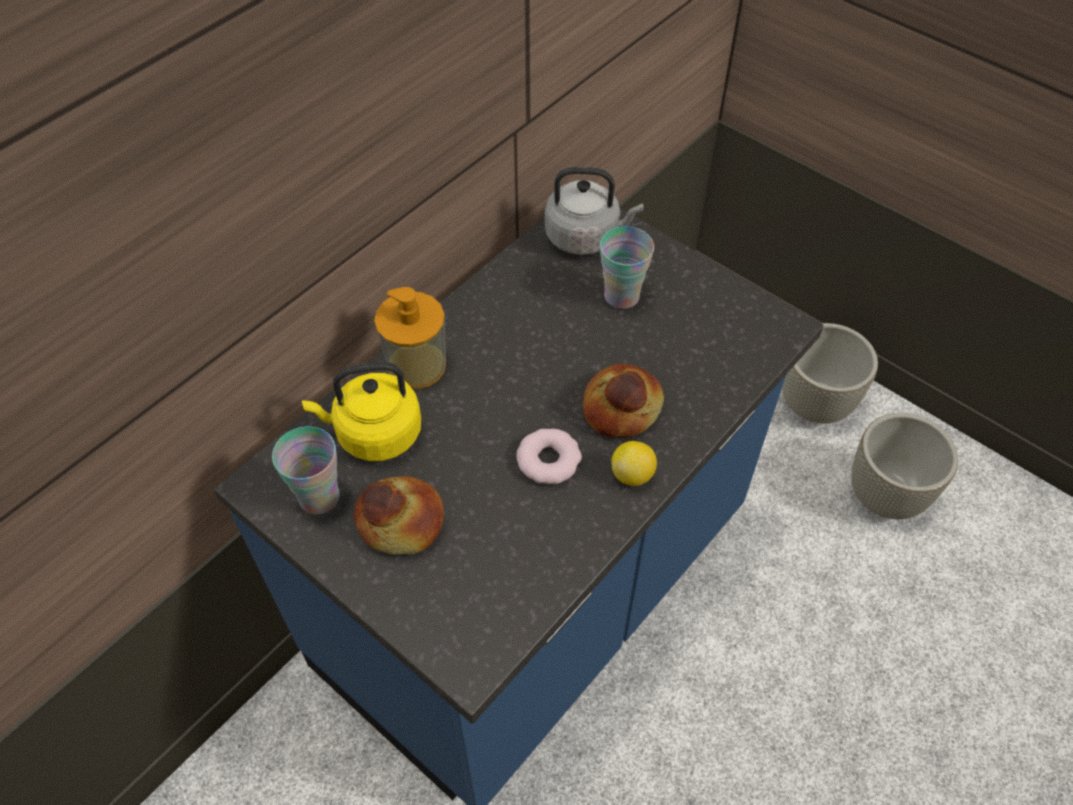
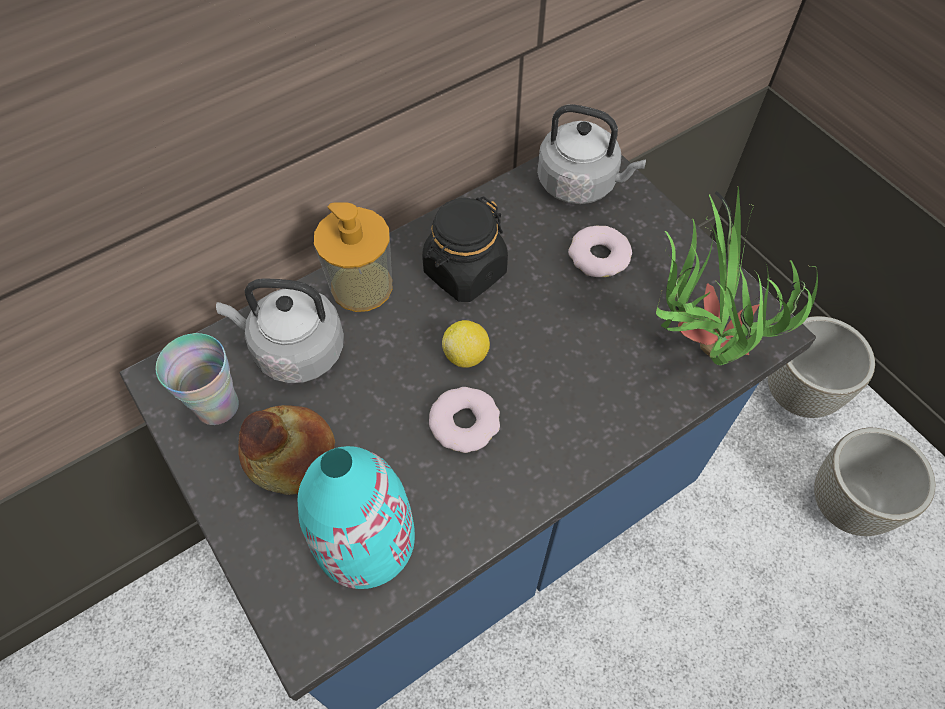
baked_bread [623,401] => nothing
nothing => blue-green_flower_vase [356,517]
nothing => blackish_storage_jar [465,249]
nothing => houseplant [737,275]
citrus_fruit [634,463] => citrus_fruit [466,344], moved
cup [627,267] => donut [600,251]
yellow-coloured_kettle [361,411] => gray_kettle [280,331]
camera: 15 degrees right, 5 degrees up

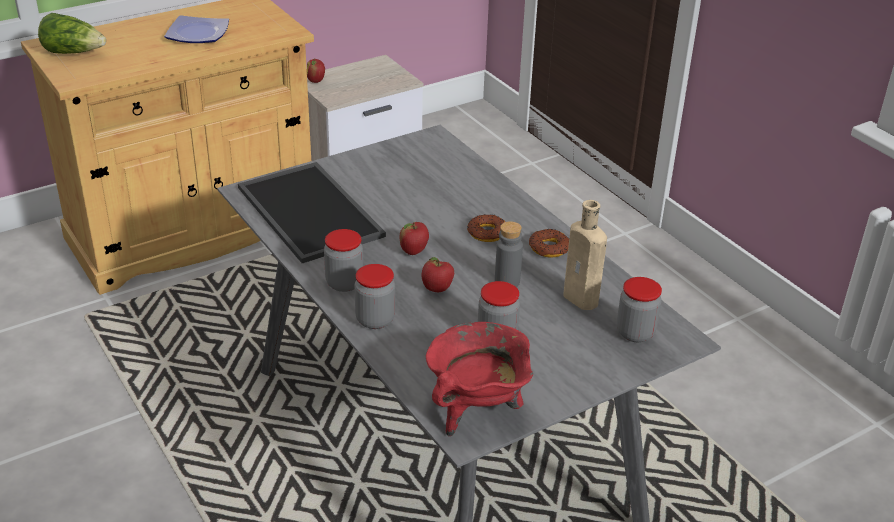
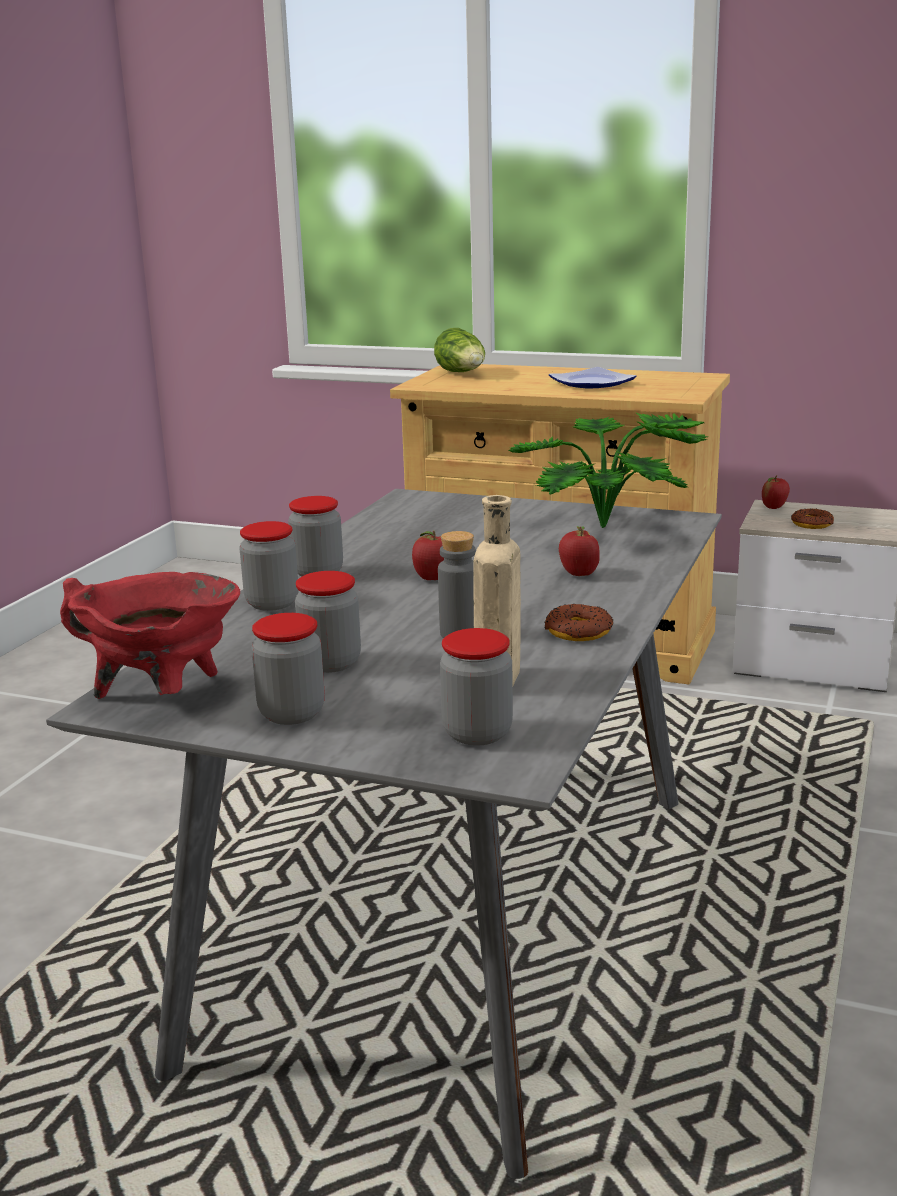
carrying_tray [312,212] => nothing
nothing => storage_jar [288,669]
nothing => houseplant [608,470]
whole_apple [438,274] => whole_apple [579,551], moved
donut [486,228] => donut [812,518], moved
camera: 55 degrees right, 15 degrees down

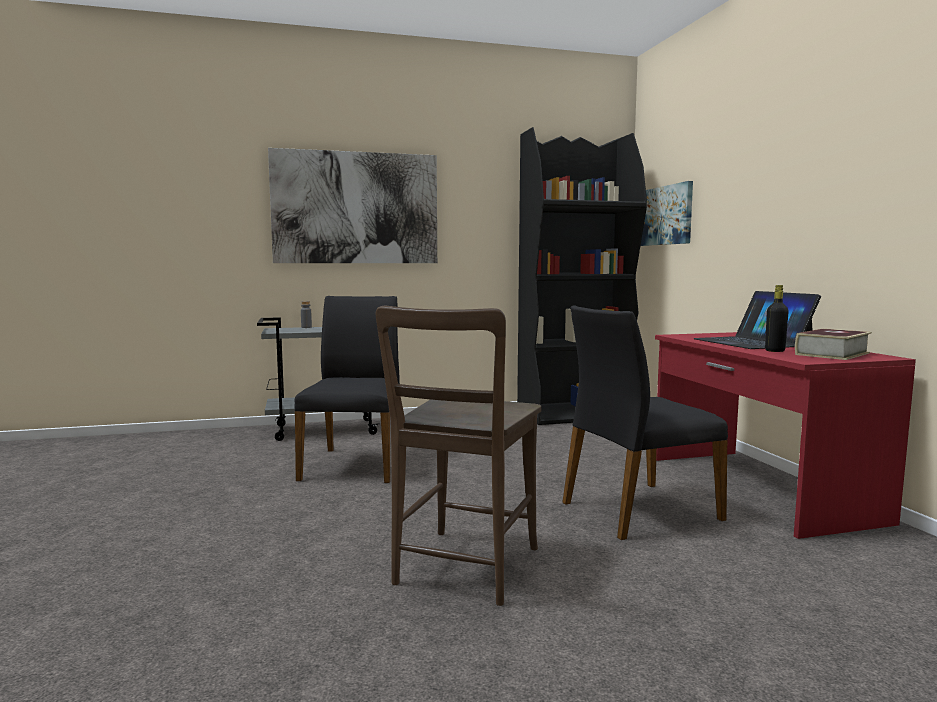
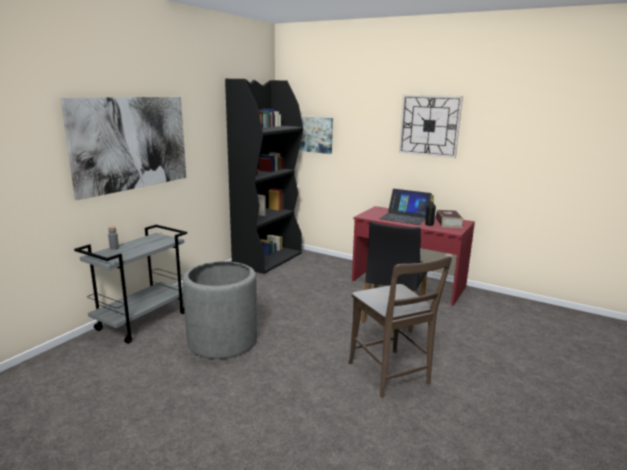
nothing => hanging_clock [431,126]
blackish_upright_chair [347,389] => gray_planter [219,310]
camera: 45 degrees left, 10 degrees up

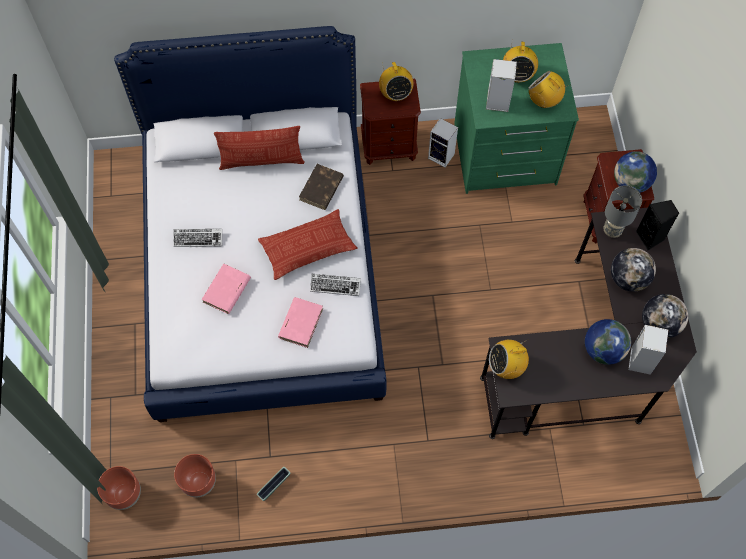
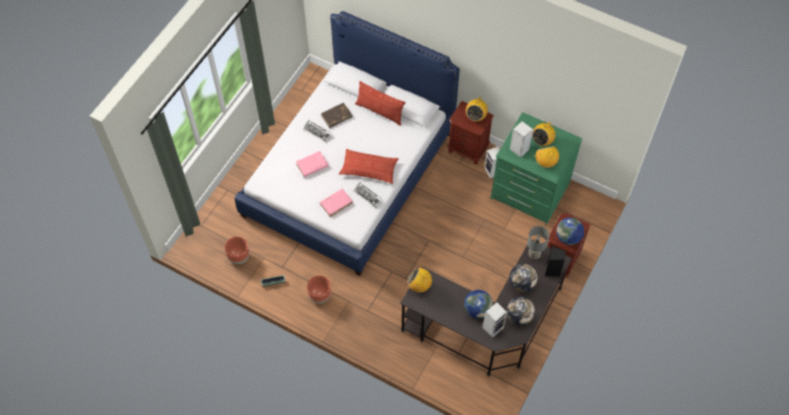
brownish_planter [119,488] => brownish_planter [319,290], moved
brownish_book [321,187] => brownish_book [337,115], moved
camera: 35 degrees right, 5 degrees down

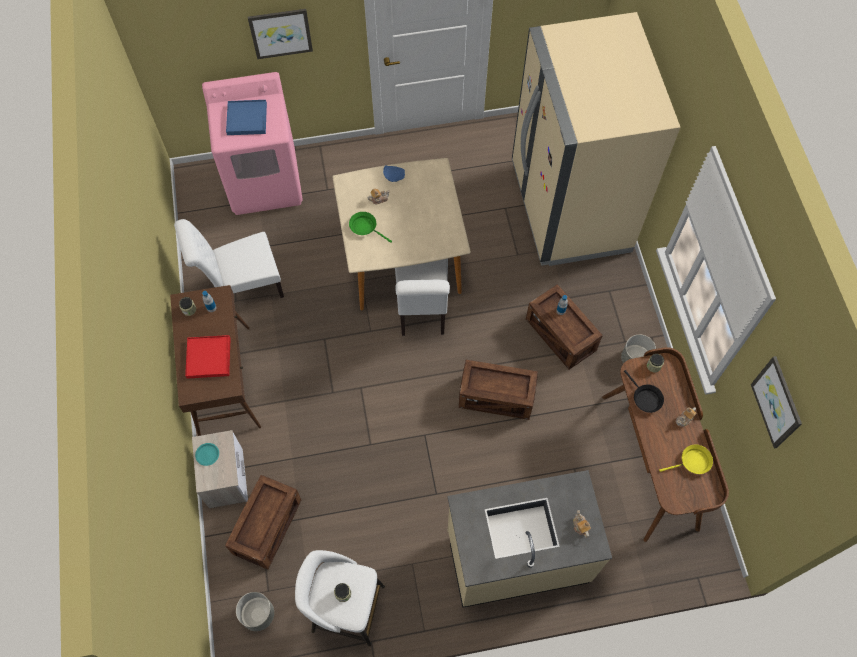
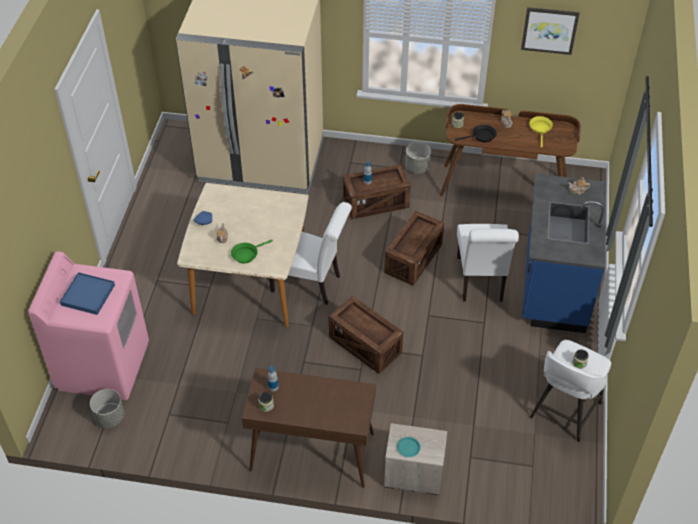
reddish_carrying_tray [208,357] => nothing
wall_picture [280,34] => nothing
white_upright_chair [229,258] => white_upright_chair [488,263], moved
crate [263,522] => crate [366,335], moved
gray_planter [255,611] => gray_planter [107,408], moved
beige_kitchen_base_unit [530,539] => blue-coloured_kitchen_base_unit [564,253]
camera: 70 degrees left, 15 degrees down

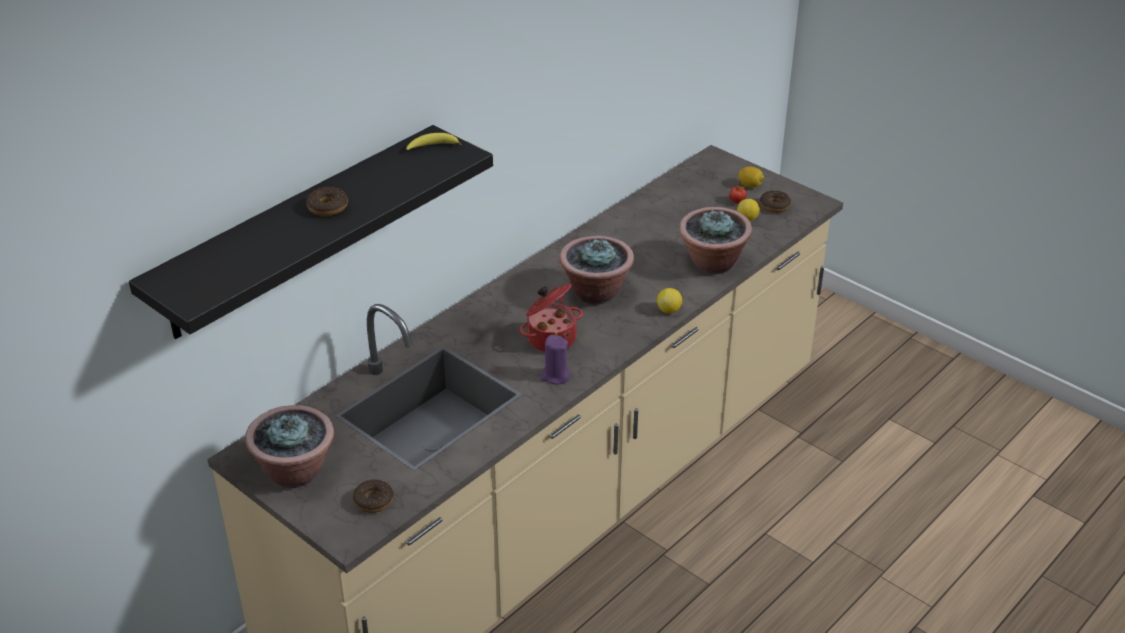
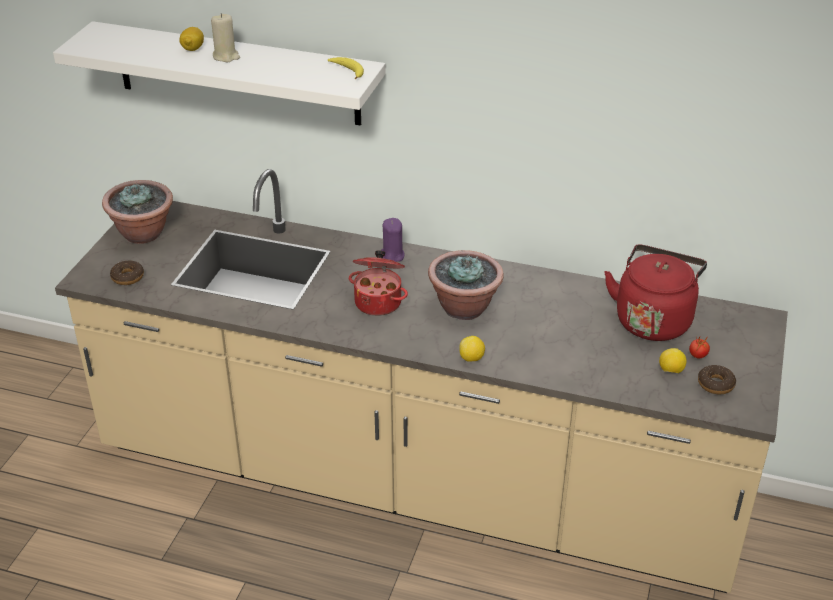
houseplant [715,240] => nothing
nothing => reddish_kettle [655,292]
purplish_candle [556,359] => purplish_candle [393,240], moved
citrus_fruit [751,177] => citrus_fruit [191,39], moved
donut [327,201] => beige_candle [225,37]
blackish_wall_shelf [311,232] => white_wall_shelf [219,73]
camera: 65 degrees right, 0 degrees up

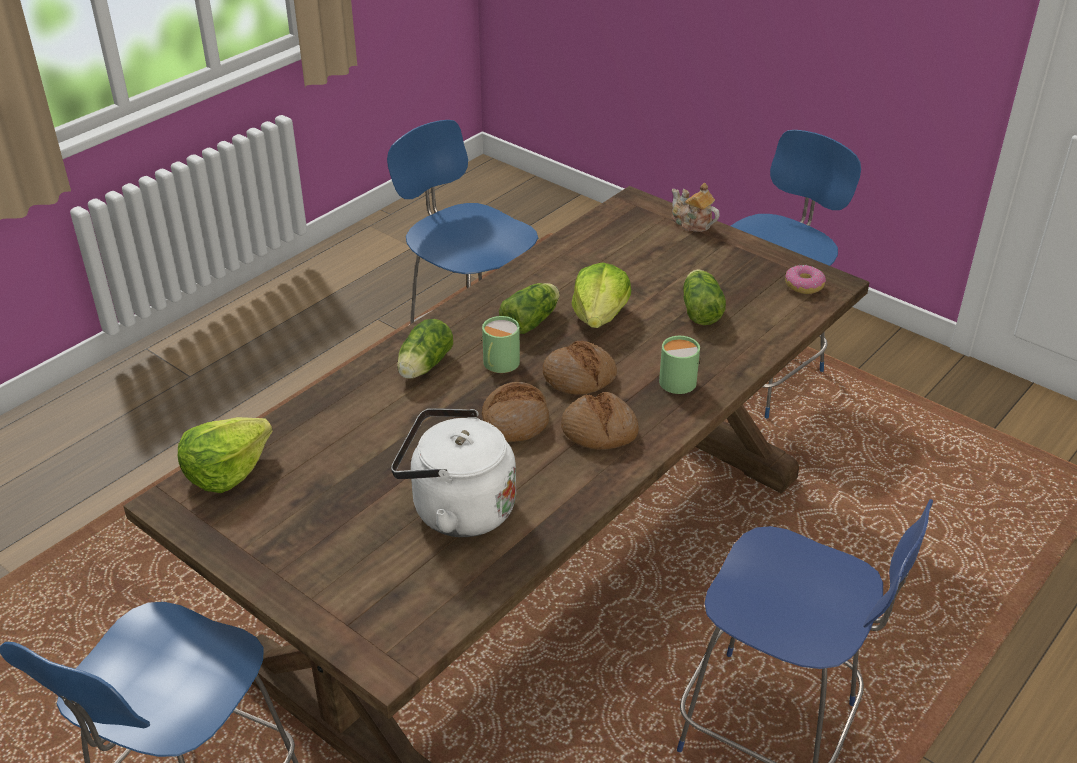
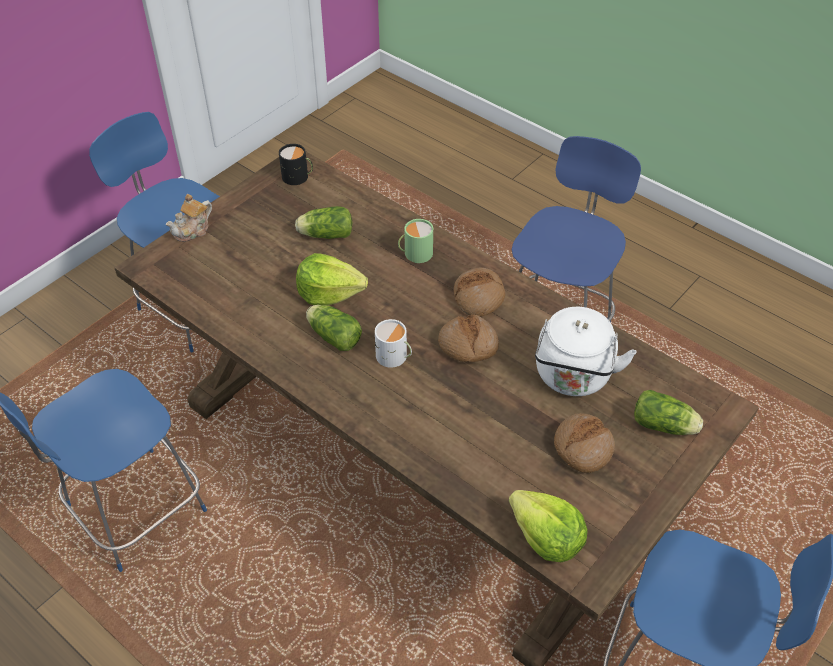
head_of_lettuce [425,349] => head_of_lettuce [668,412], moved
baked_bread [580,368] => baked_bread [584,443], moved
donut [805,279] => blackish_mug [296,164]
greenish_mug [500,344] => white_mug [393,343]
camera: 90 degrees left, 10 degrees up

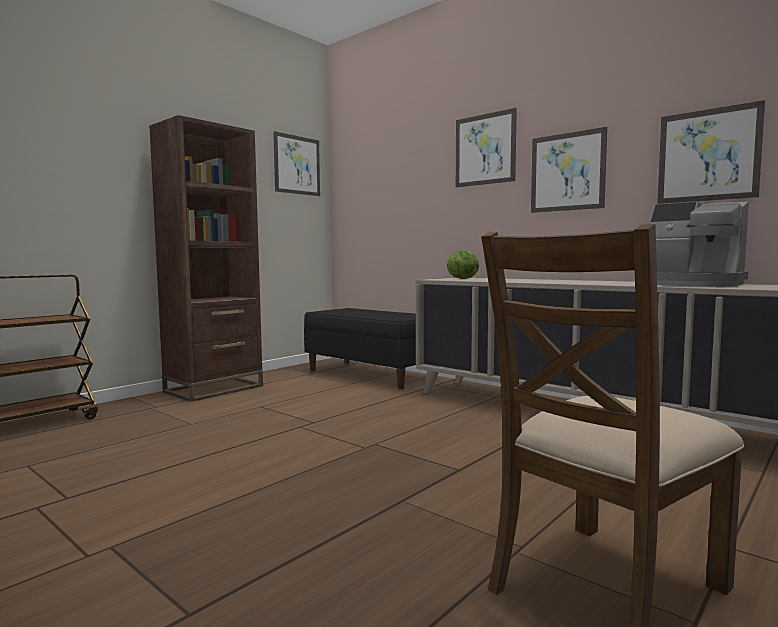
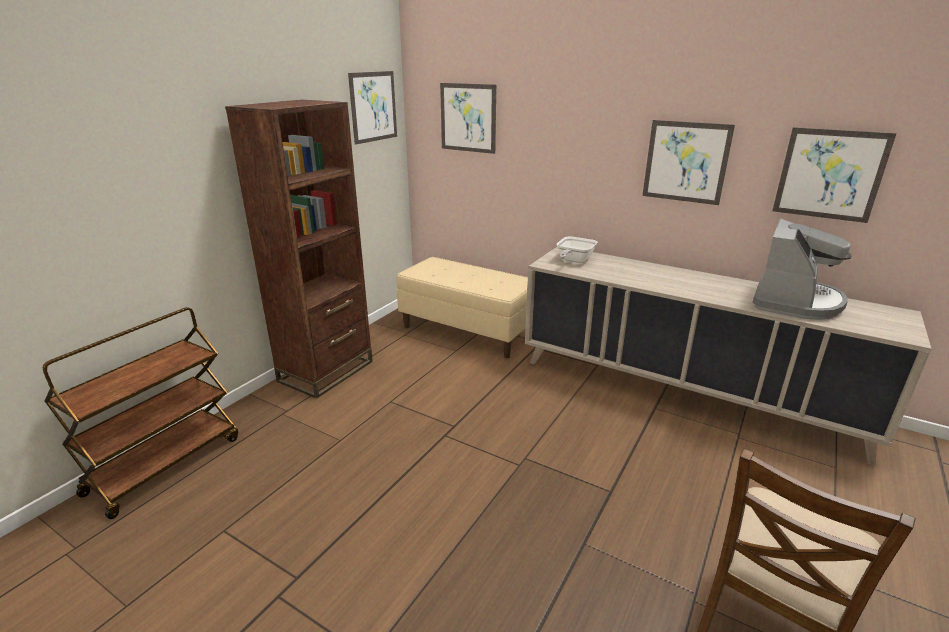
wall_picture [486,147] => wall_picture [468,118], moved
head_of_lettuce [463,264] => pan [577,249]
blackish_indoor_bench [370,348] => beige_indoor_bench [462,307]
coffee_machine [698,244] => coffee_machine [802,269], 90 degrees counterclockwise
camera: 10 degrees left, 20 degrees up

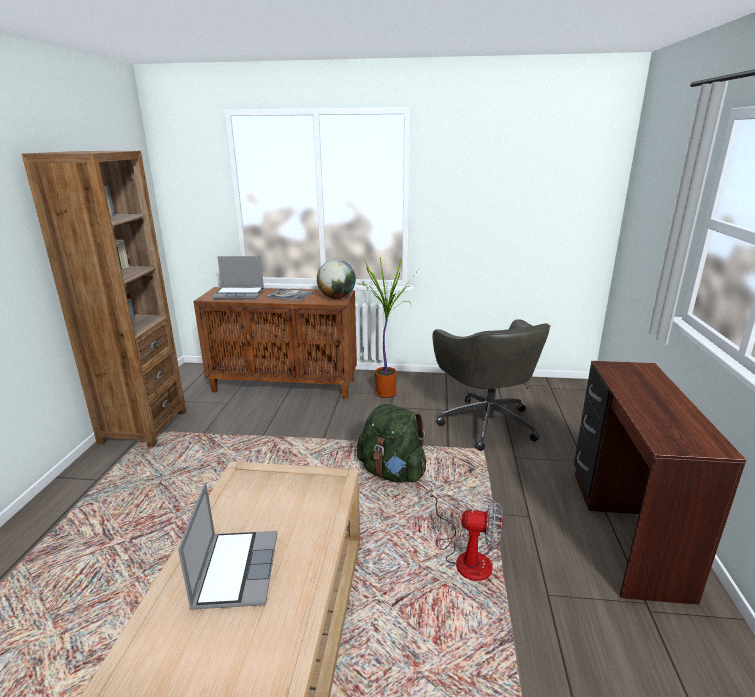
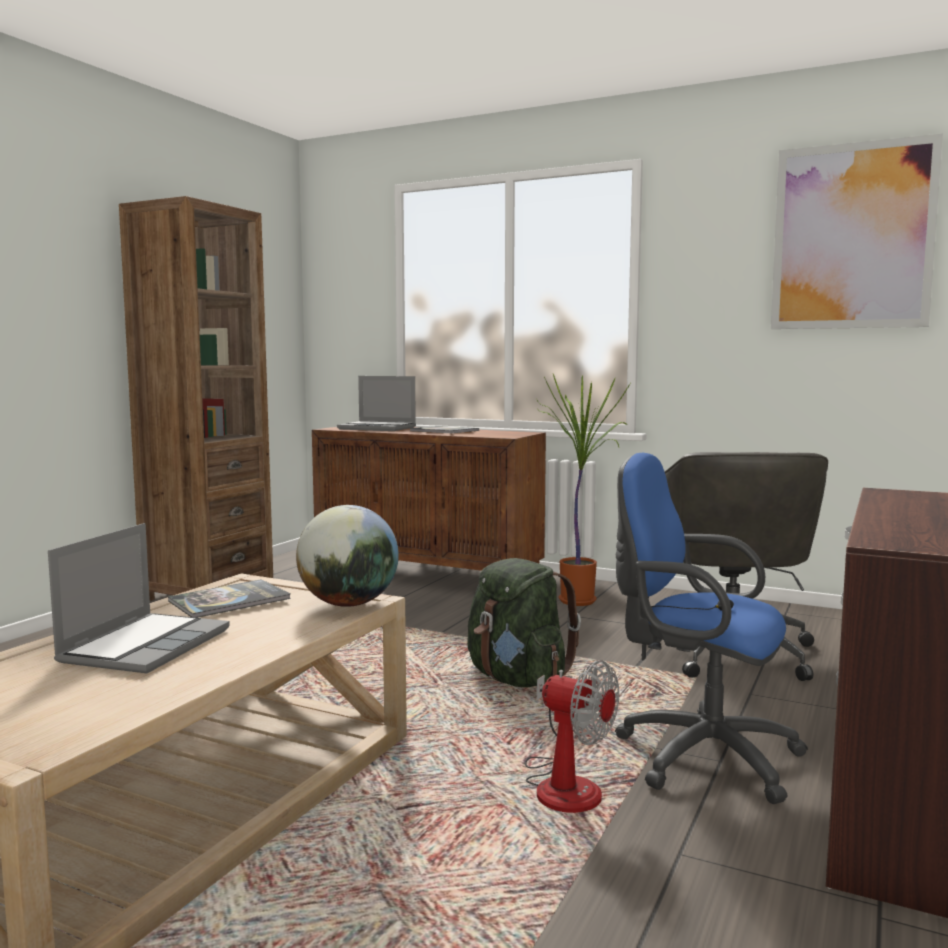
nothing => book [229,598]
nothing => blue-coloured_desk_chair [711,628]
nothing => wall_picture [857,231]
world_globe [336,279] => world_globe [347,556], moved
camera: 20 degrees right, 15 degrees down

